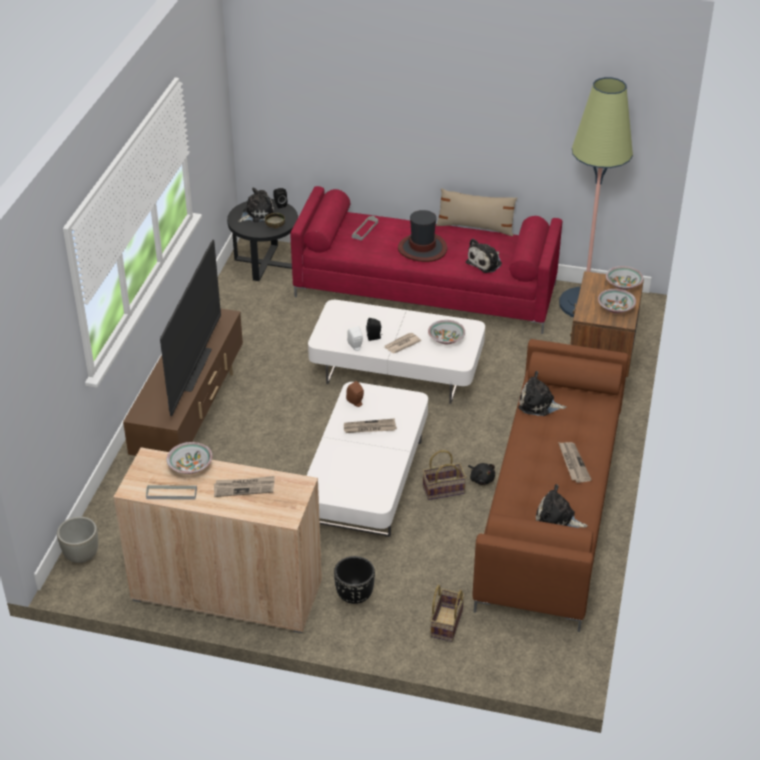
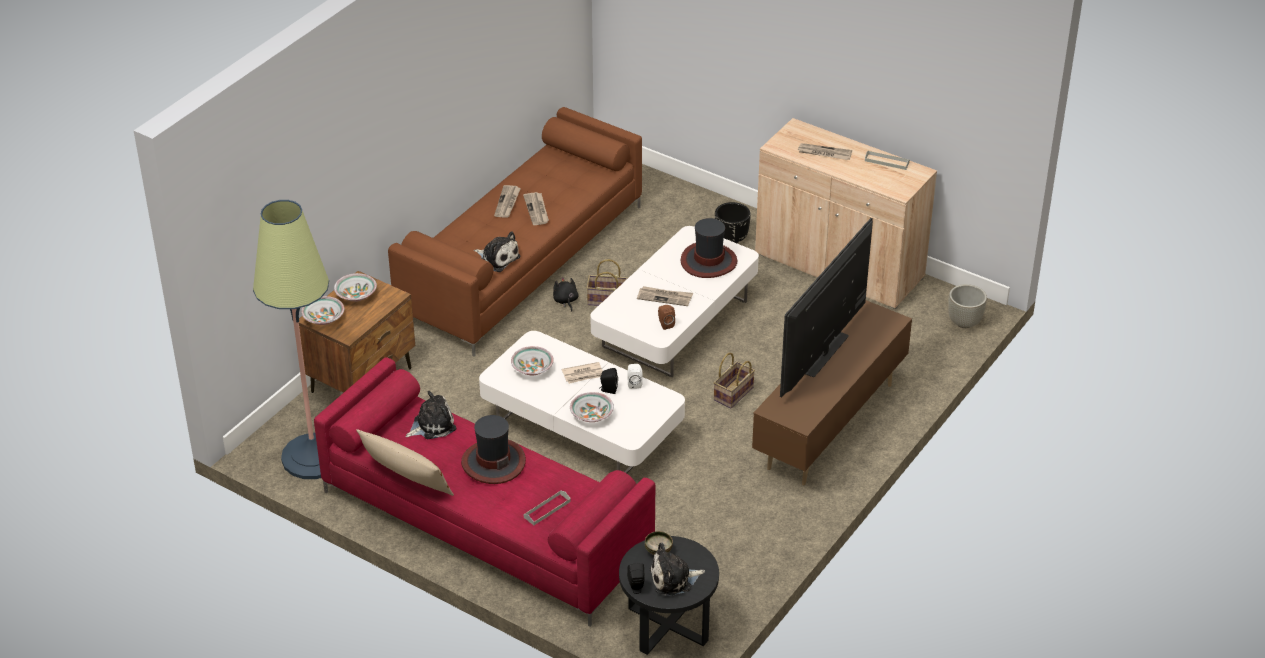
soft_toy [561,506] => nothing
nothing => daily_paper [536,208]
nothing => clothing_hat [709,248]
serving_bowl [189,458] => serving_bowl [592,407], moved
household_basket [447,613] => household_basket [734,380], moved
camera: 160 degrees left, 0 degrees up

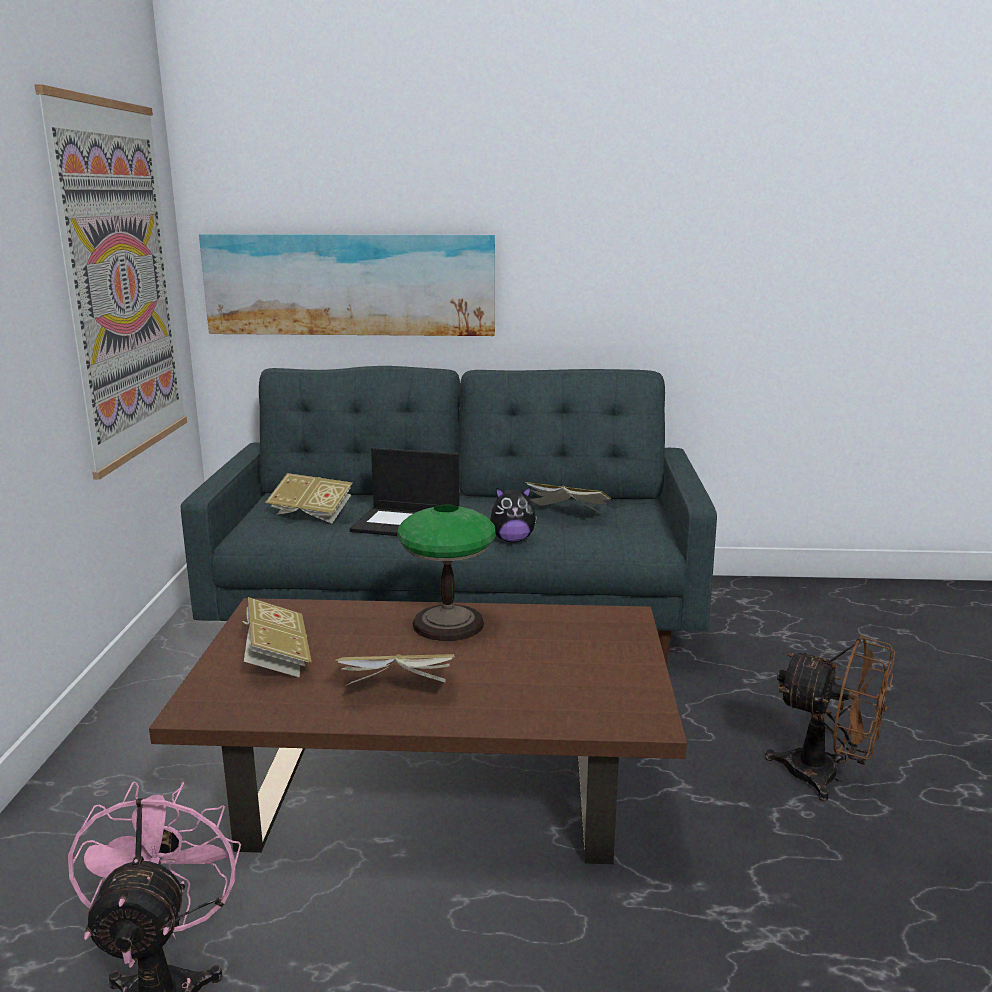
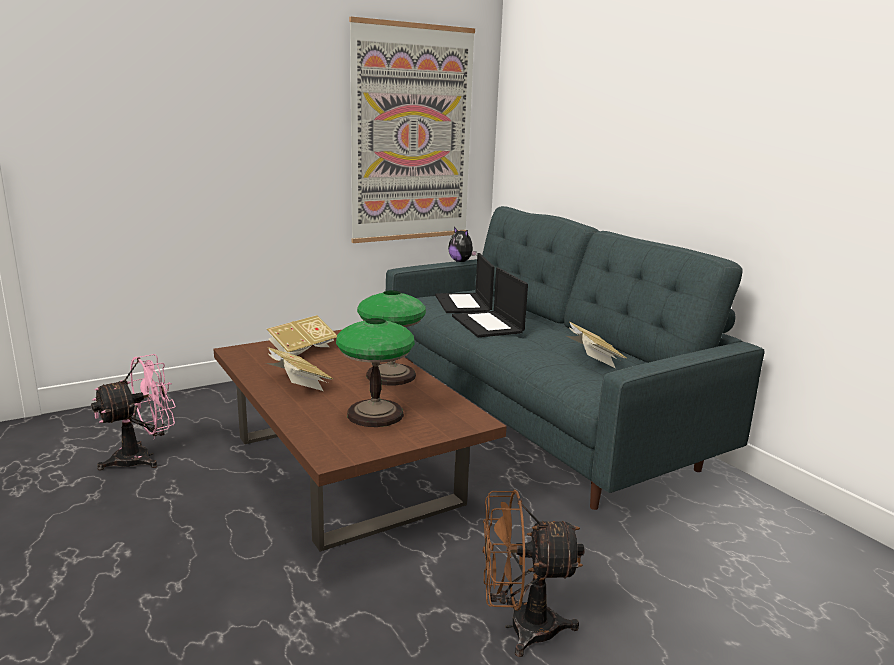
wall_picture [347,285] => nothing
nothing => tabletop_lamp [375,372]
soft_toy [513,514] => soft_toy [462,244], moved
book [309,498] => notebook_computer [464,283]
brownish_cooling_fan [830,718] => brownish_cooling_fan [533,573], 90 degrees clockwise
camera: 55 degrees right, 0 degrees up

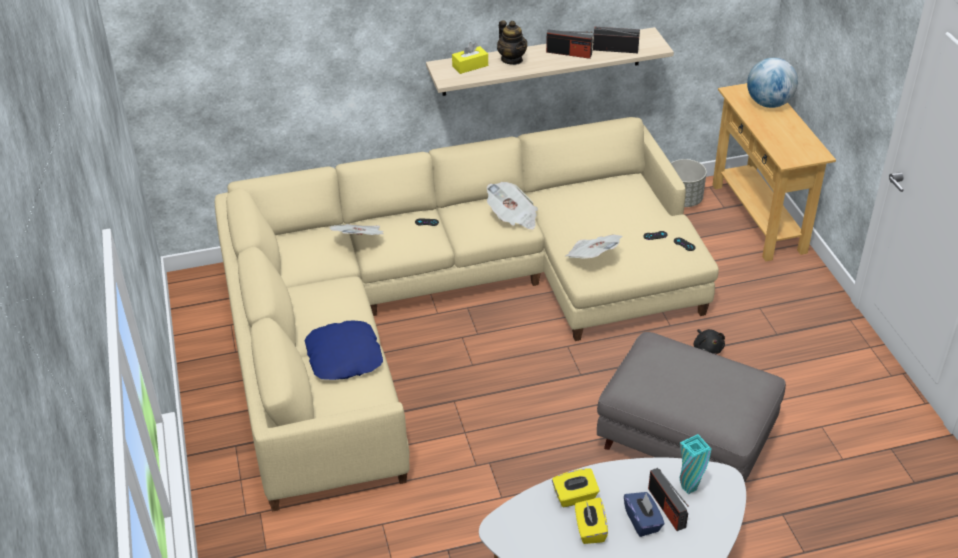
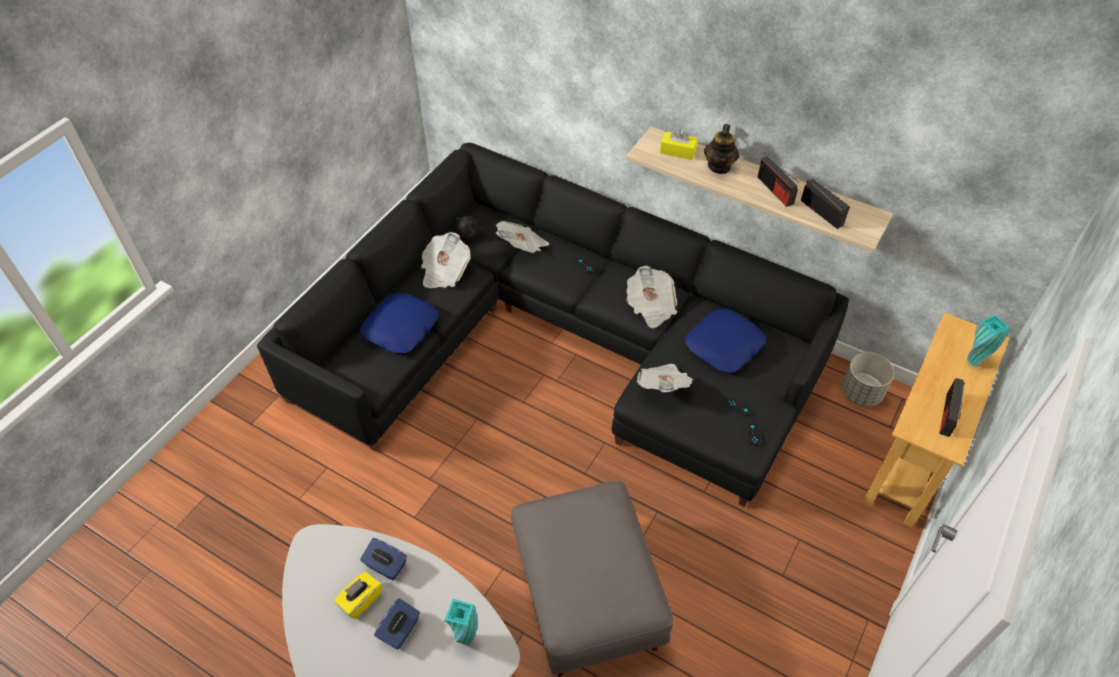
nothing => daily_paper [446,260]
nothing => blue-coloured_throw_pillow [725,341]
radio [668,499] => radio [952,407], moved
blackish_soft_toy [709,341] => blackish_soft_toy [469,227], moved
world_globe [772,83] => blue-green_flower_vase [988,340]
beige_settee [467,314] => blackish_settee [553,325]
yellow-coloured_tissue_box [575,488] => blue-coloured_tissue_box [383,559]
camera: 45 degrees right, 10 degrees up

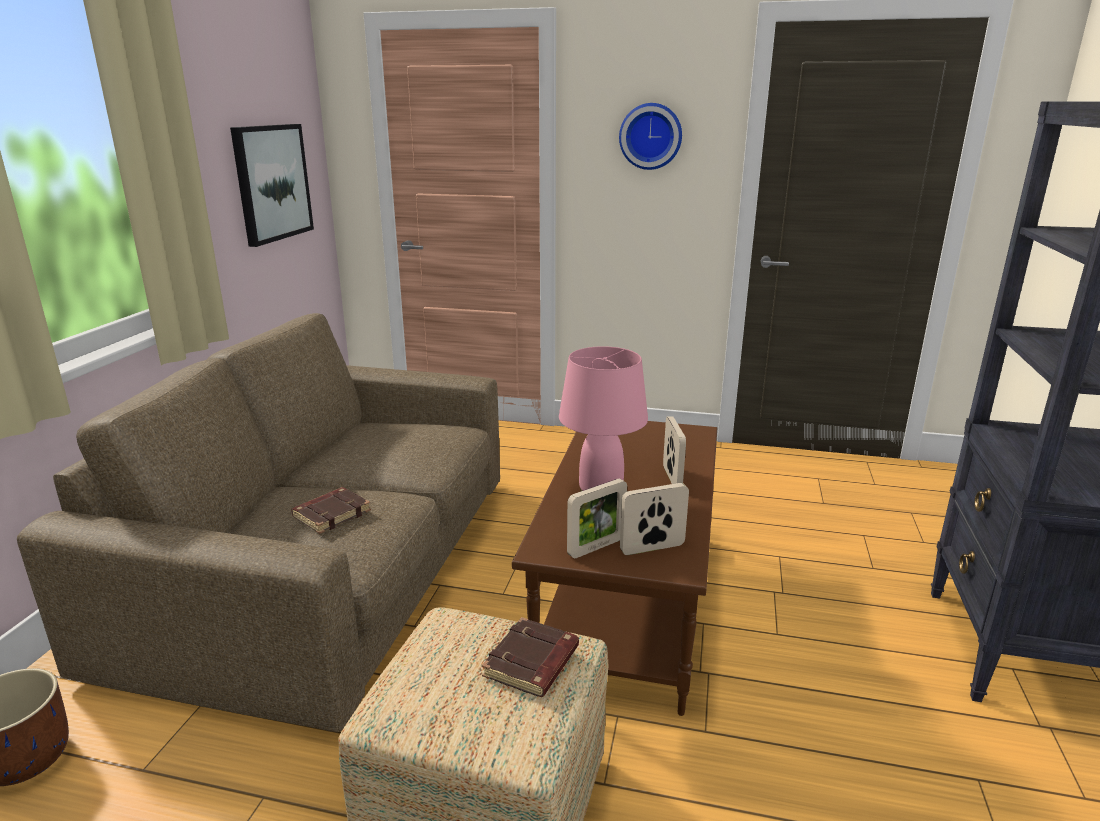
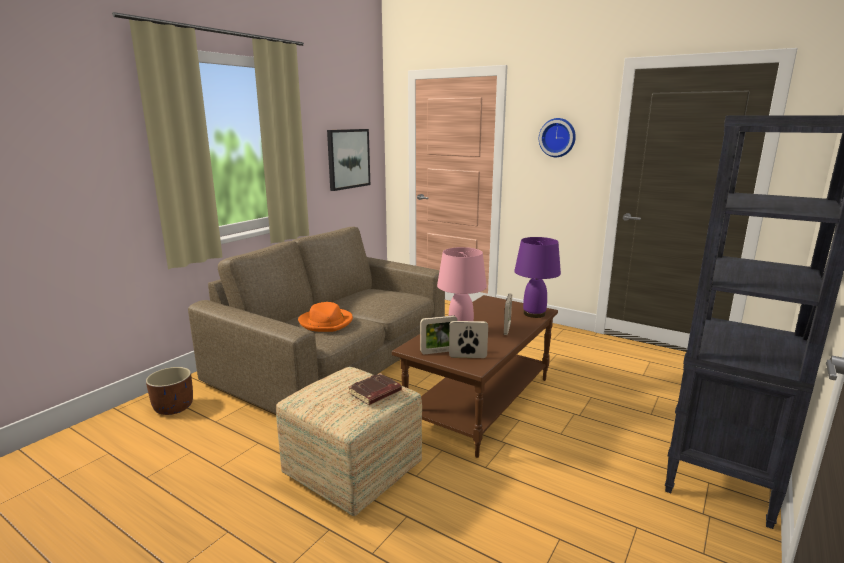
nothing => purplish_tabletop_lamp [537,277]
brownish_book [331,510] => orange_clothing_hat [325,317]
camera: 20 degrees right, 5 degrees down

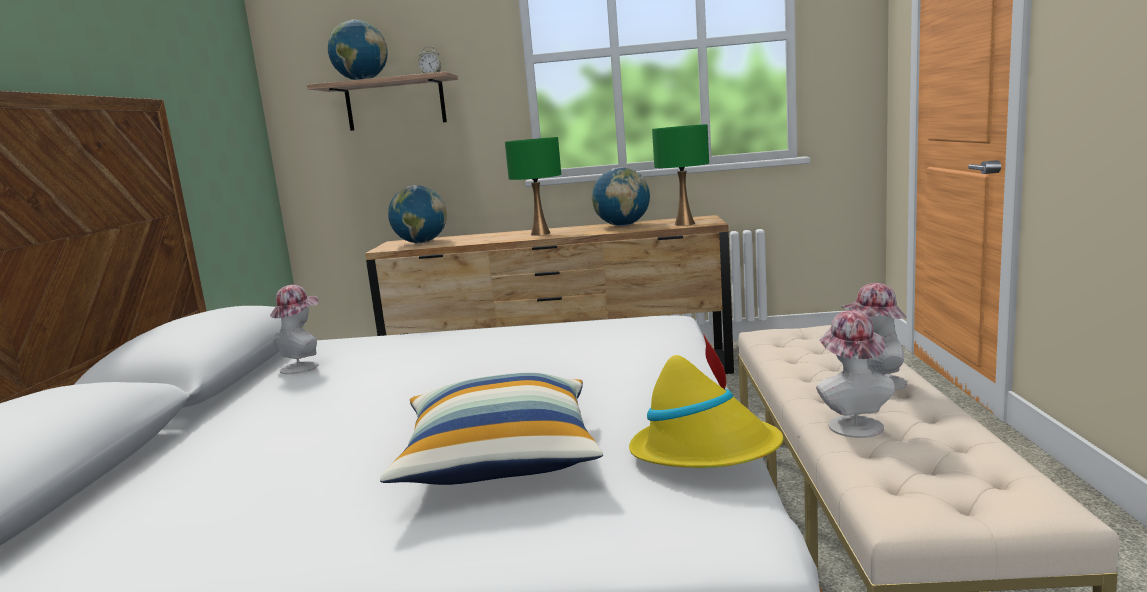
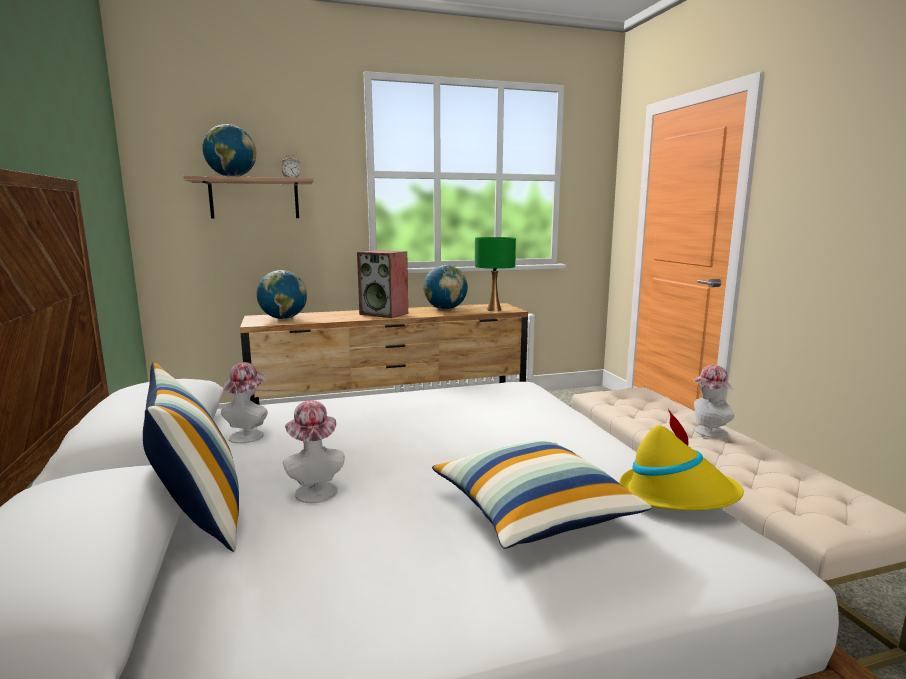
nothing => throw_pillow [191,457]
clothing_hat [855,374] => clothing_hat [314,451], moved
greenish_tabletop_lamp [533,186] => loudspeaker [382,284]
camera: 20 degrees left, 0 degrees up

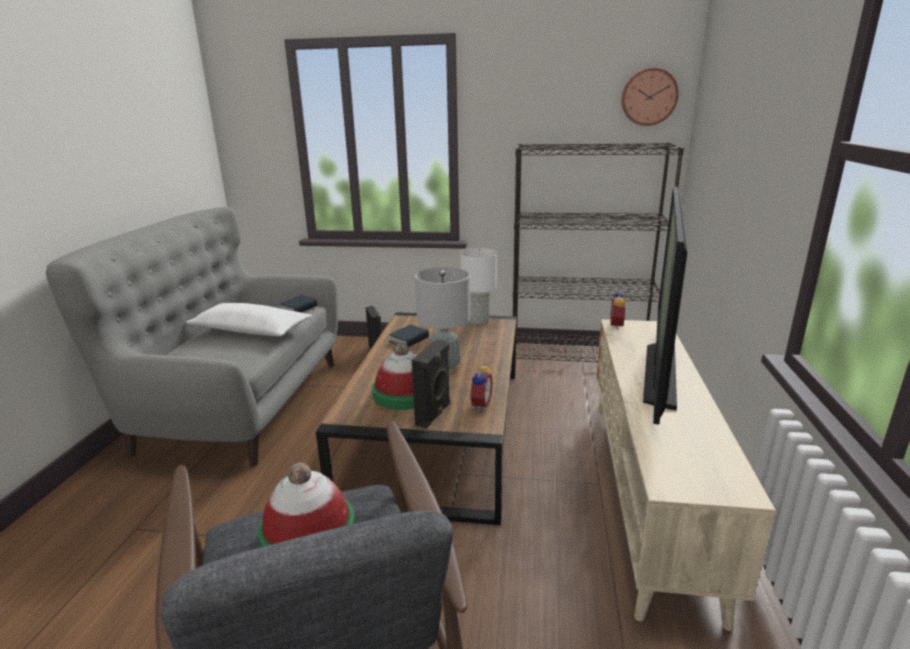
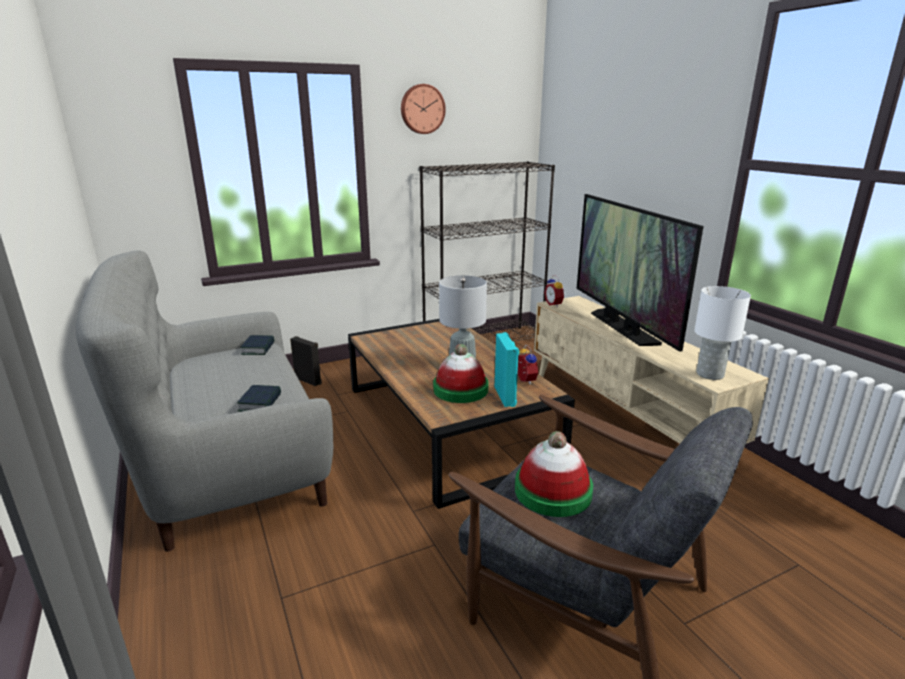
white_throw_pillow [249,319] => nothing
book [409,336] => book [259,398], moved
white_tabletop_lamp [478,286] => white_tabletop_lamp [722,333], moved
hanging_clock [650,97] => hanging_clock [423,109], moved
blackish_loudspeaker [431,384] => blue-green_loudspeaker [507,369]
camera: 35 degrees left, 0 degrees up

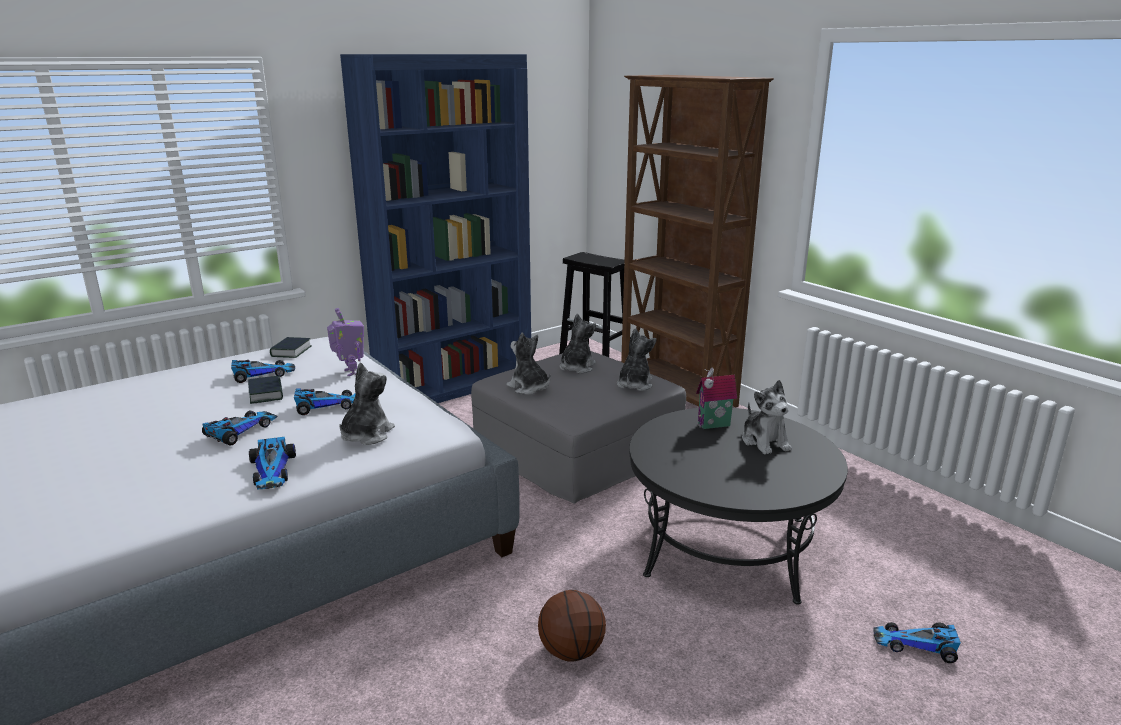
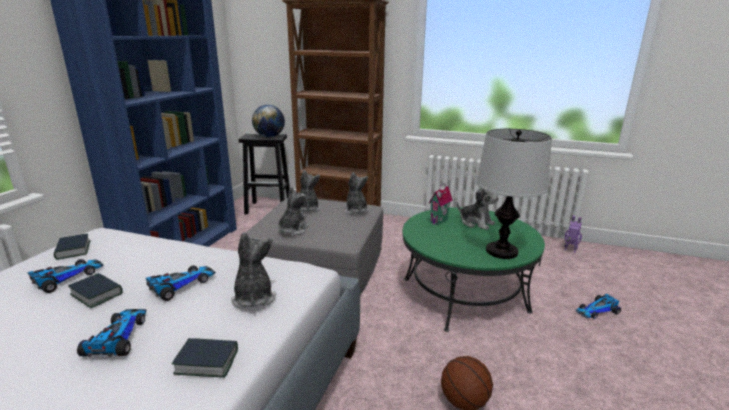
nothing => world_globe [268,121]
nothing => tabletop_lamp [514,194]
robot_figure [345,342] => robot_figure [573,234], moved
model_car [272,463] => book [205,358]
blackish_coffee_table [738,506] => greenish_coffee_table [473,269]
soft_toy [528,364] => soft_toy [293,211], 105 degrees clockwise
camera: 35 degrees left, 0 degrees up

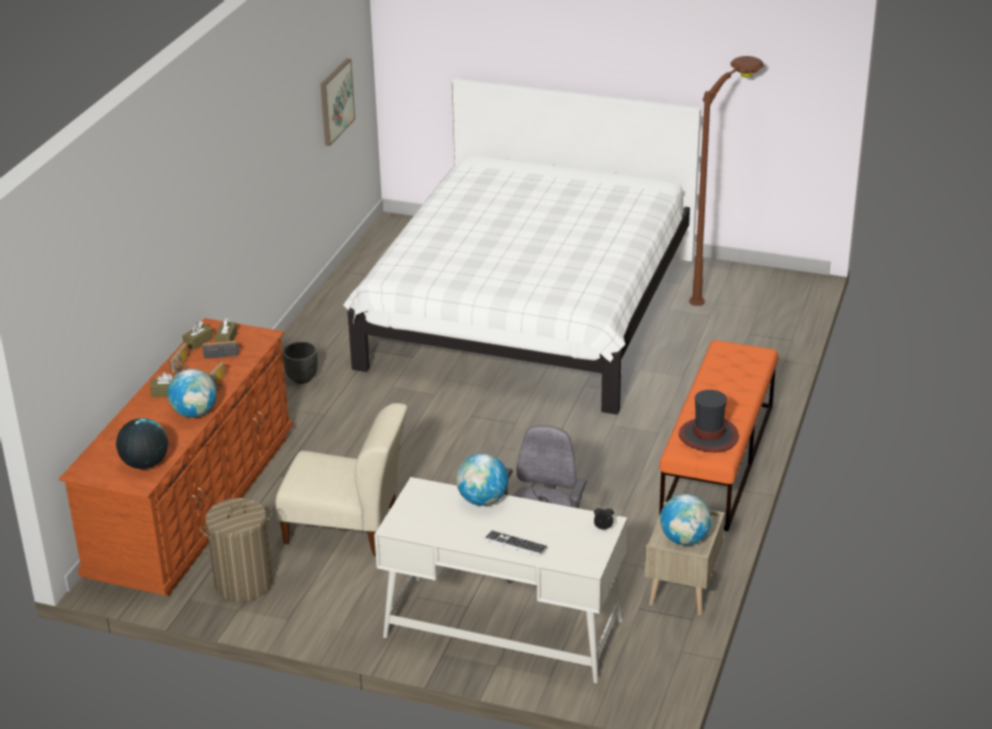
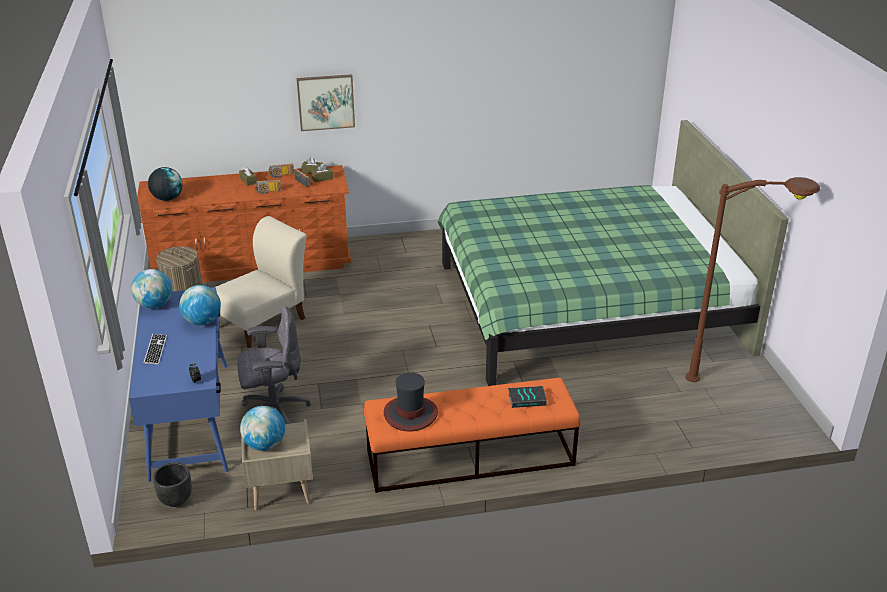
nothing => book [527,397]
world_globe [192,393] => world_globe [151,288], moved
blackish_planter [300,363] => blackish_planter [172,484], moved
wall_picture [338,102] => wall_picture [326,102], moved
white_bedroom_bed [522,247] => greenish_bedroom_bed [613,253]
white_desk [500,580] => blue-coloured_desk [179,384]
beige_upright_chair [341,479] => beige_upright_chair [261,282], 120 degrees counterclockwise
camera: 60 degrees right, 0 degrees up

